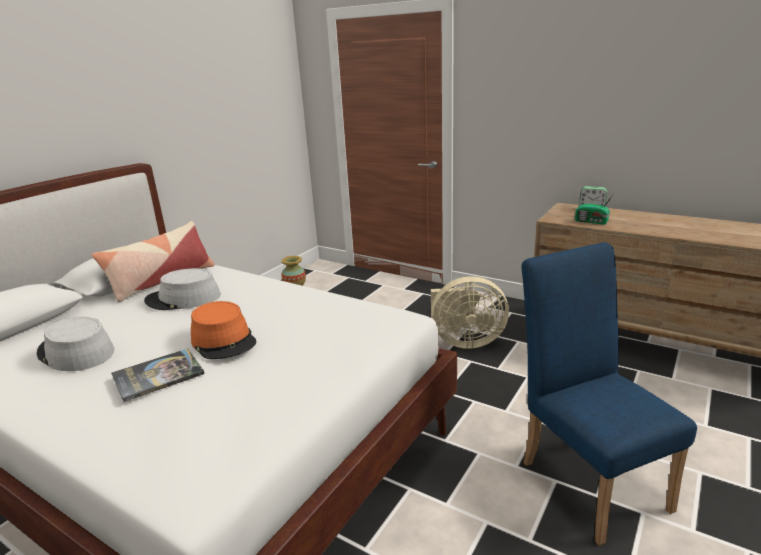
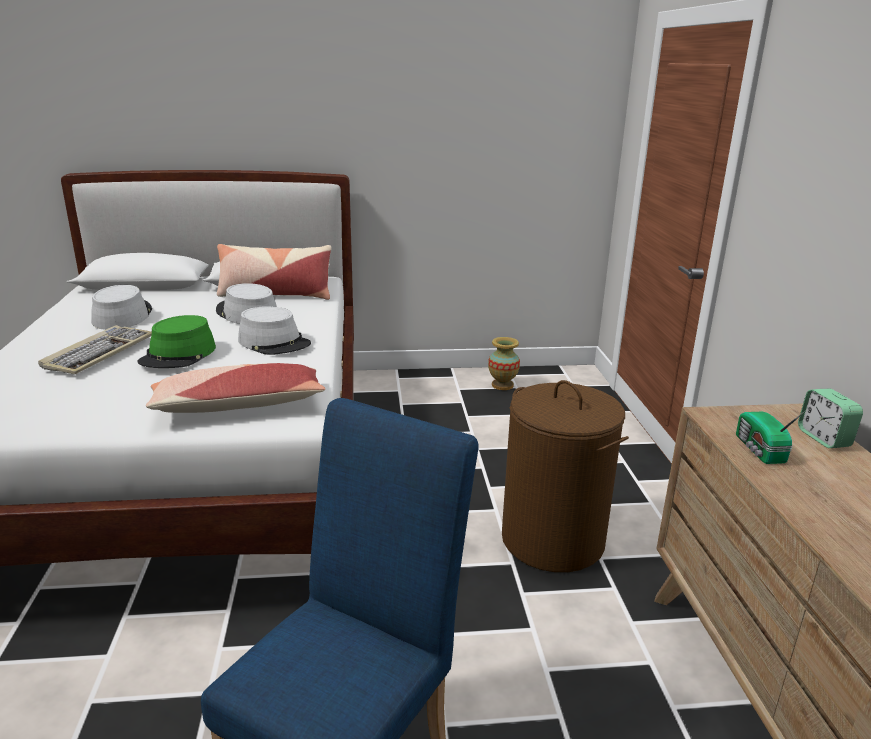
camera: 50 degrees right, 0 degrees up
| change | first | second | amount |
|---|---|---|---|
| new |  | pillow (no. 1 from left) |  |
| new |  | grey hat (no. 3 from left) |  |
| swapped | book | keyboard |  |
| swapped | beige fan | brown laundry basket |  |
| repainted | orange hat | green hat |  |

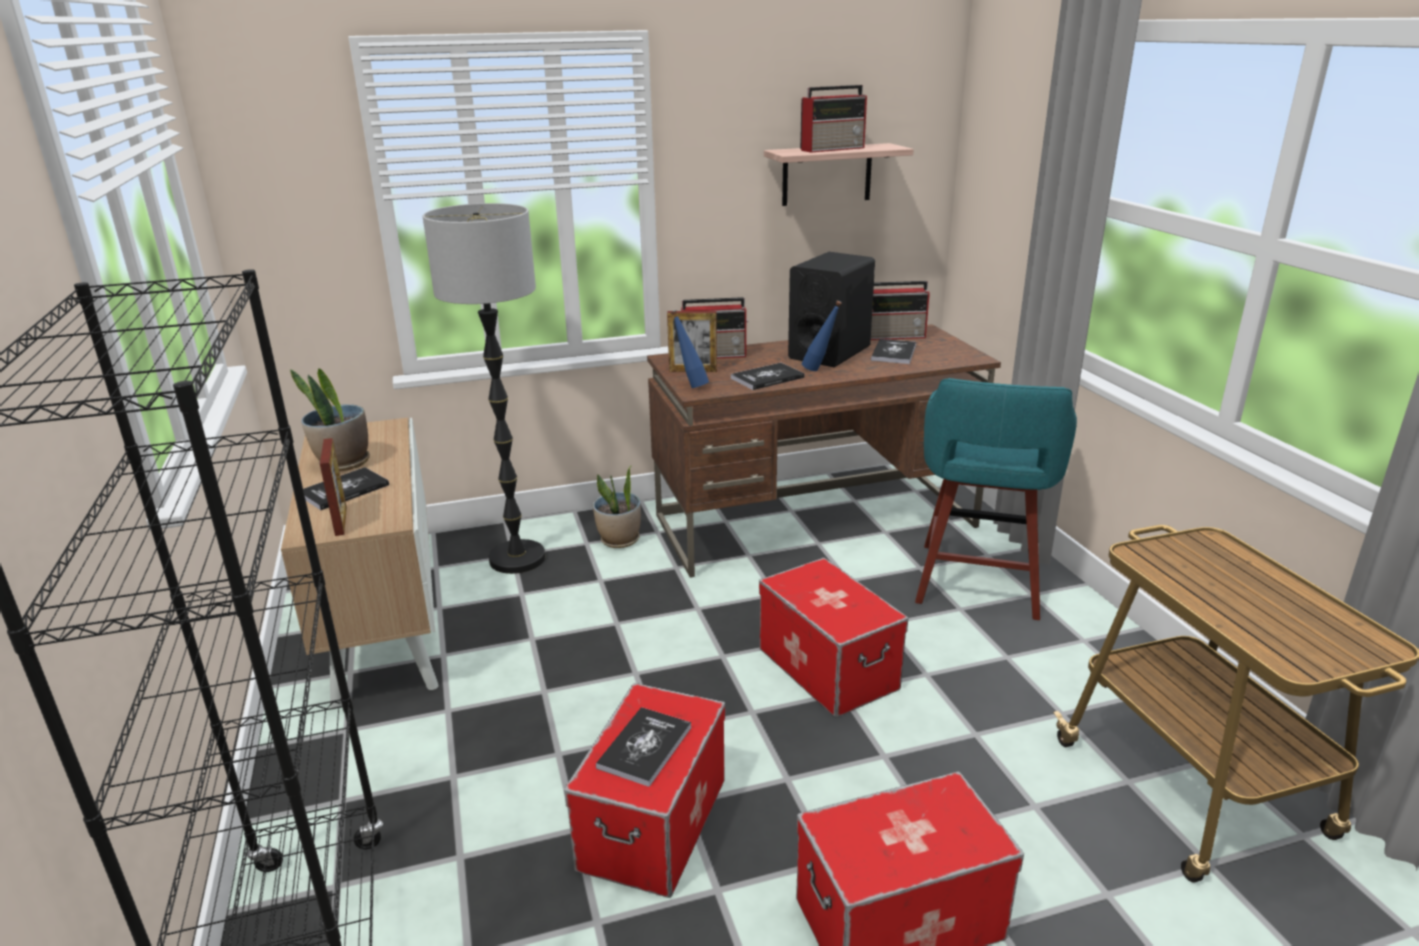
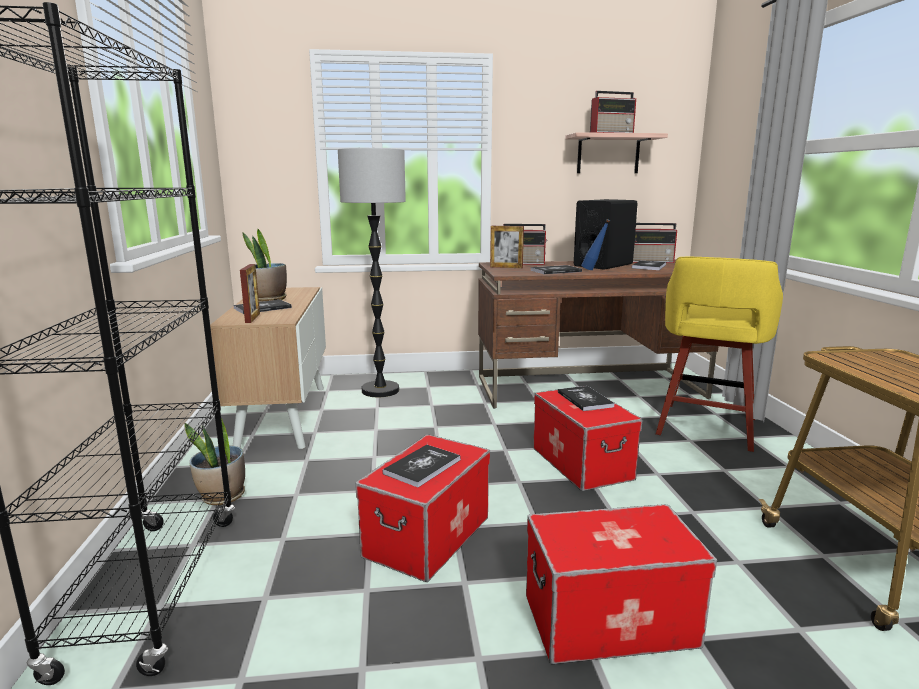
camera: 10 degrees right, 10 degrees down
| change | first | second | amount |
|---|---|---|---|
| gone | blue bottle (no. 1 from left) |  |  |
| new |  | book (no. 4 from left) |  |
| shifted | potted plant (no. 2 from left in the first image) | potted plant (no. 1 from left) |  |
| repainted | turquoise stool | yellow stool |  |

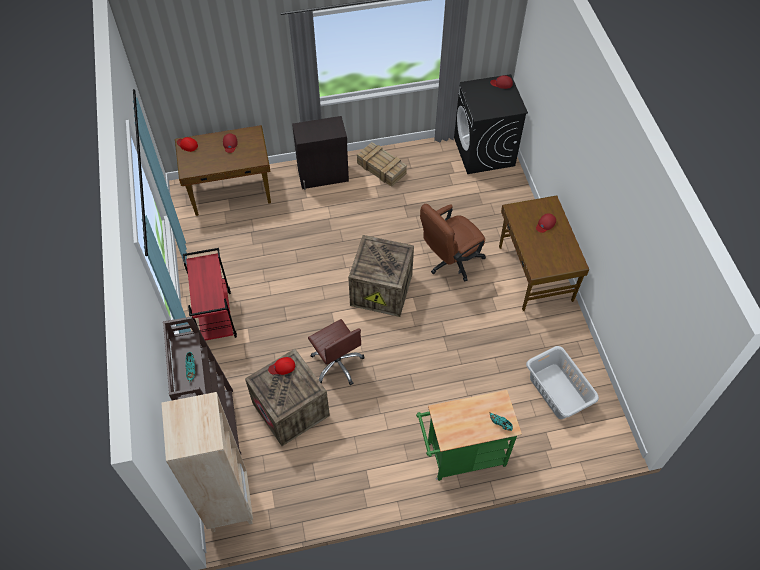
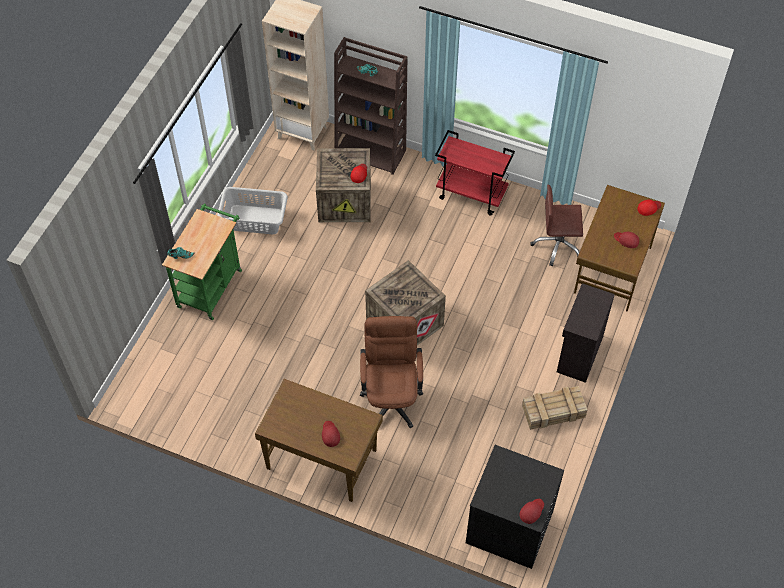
camera: 125 degrees right, 0 degrees up
| change | first | second | amount |
|---|---|---|---|
| shifted | brown office chair (no. 1 from left in the first image) | brown office chair (no. 2 from left) |  |
| shifted | grey laundry basket |  |  |

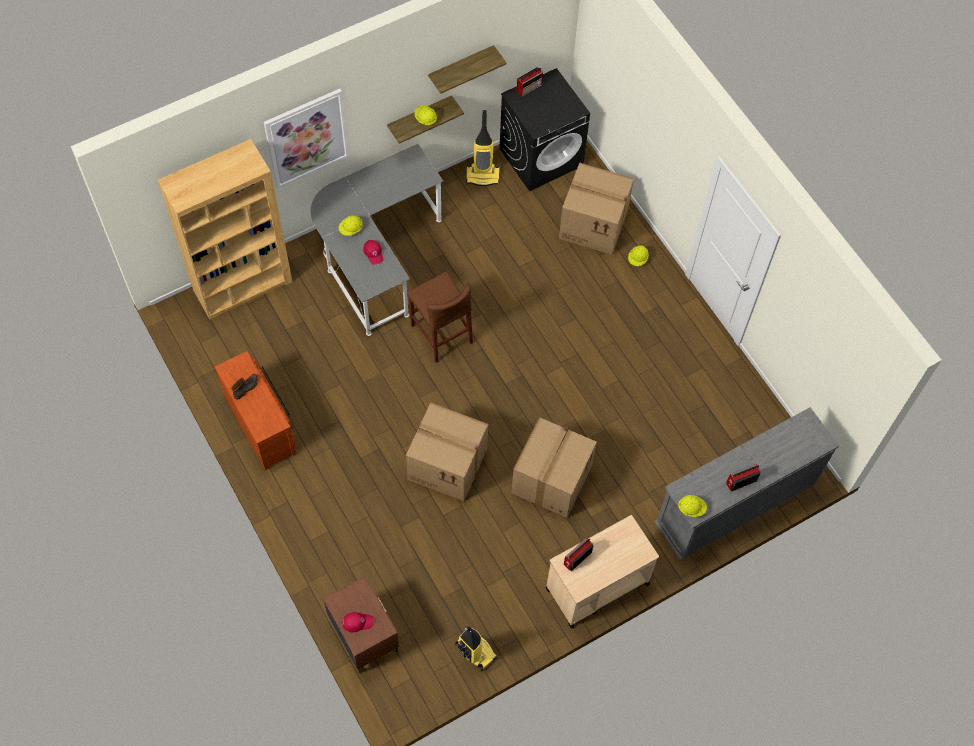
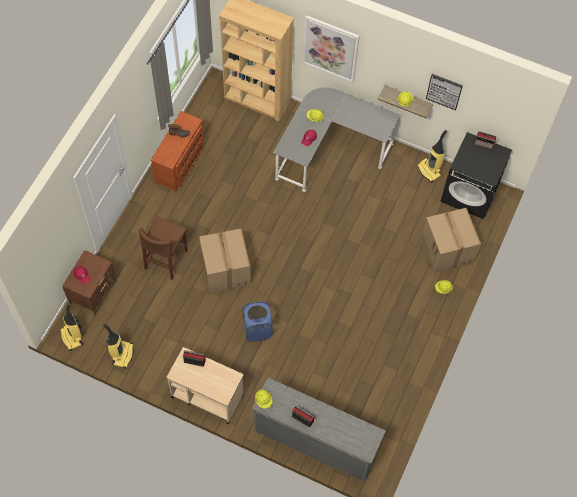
camera: 55 degrees right, 0 degrees up
| change | first | second | amount |
|---|---|---|---|
| new |  | vacuum cleaner (no. 1 from left) |  |
| shifted | brown stool |  |  |
| swapped | shelf (no. 2 from left) | picture (no. 2 from left) |  |
| swapped | cardboard box (no. 2 from left) | blue laundry basket |  |

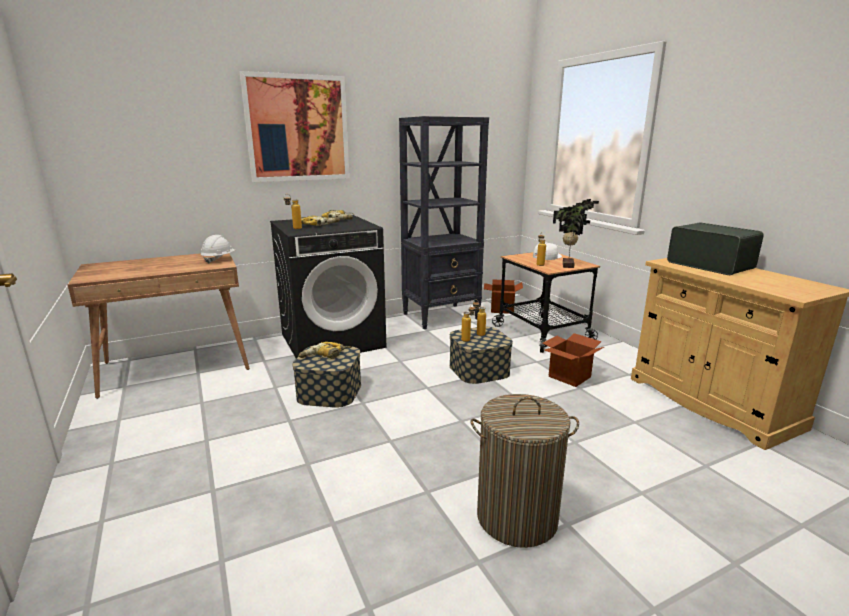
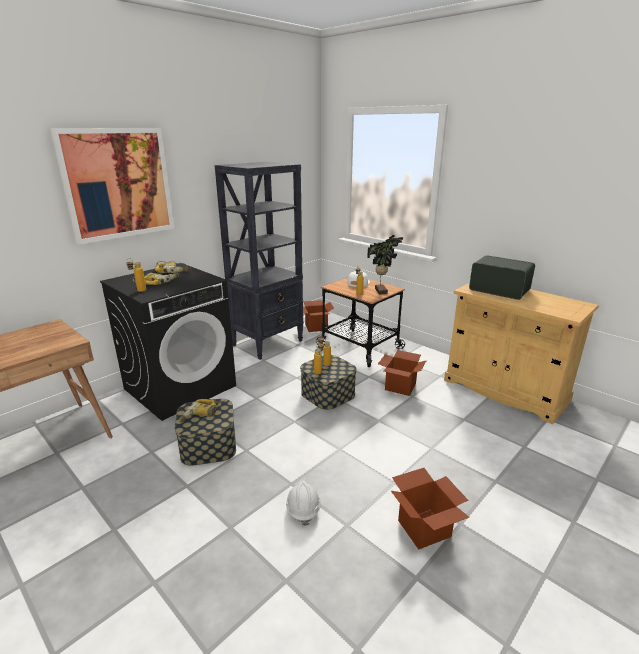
camera: 20 degrees left, 5 degrees up
| change | first | second | amount |
|---|---|---|---|
| shifted | white hard hat |  |  |
| swapped | laundry basket | cardboard box (no. 3 from left) |  |

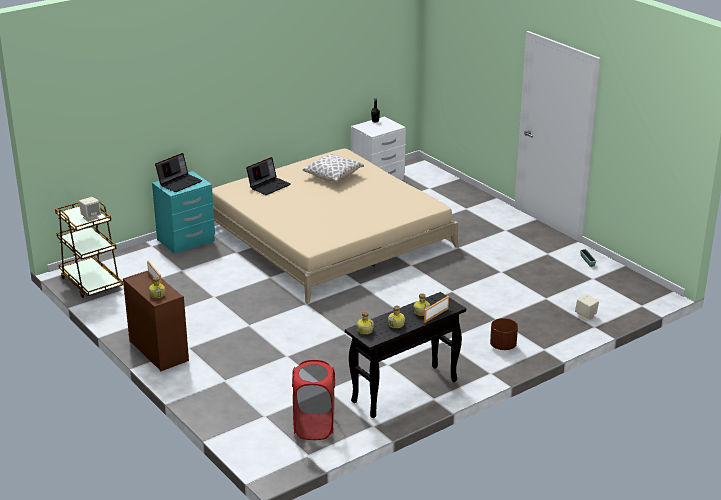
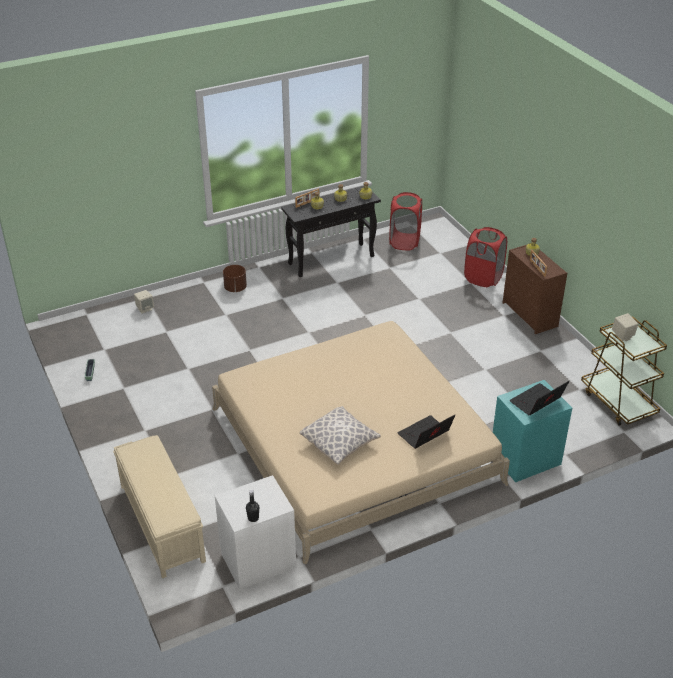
camera: 170 degrees left, 10 degrees up
| change | first | second | amount |
|---|---|---|---|
| new |  | beige bench |  |
| new |  | red laundry basket (no. 2 from left) |  |

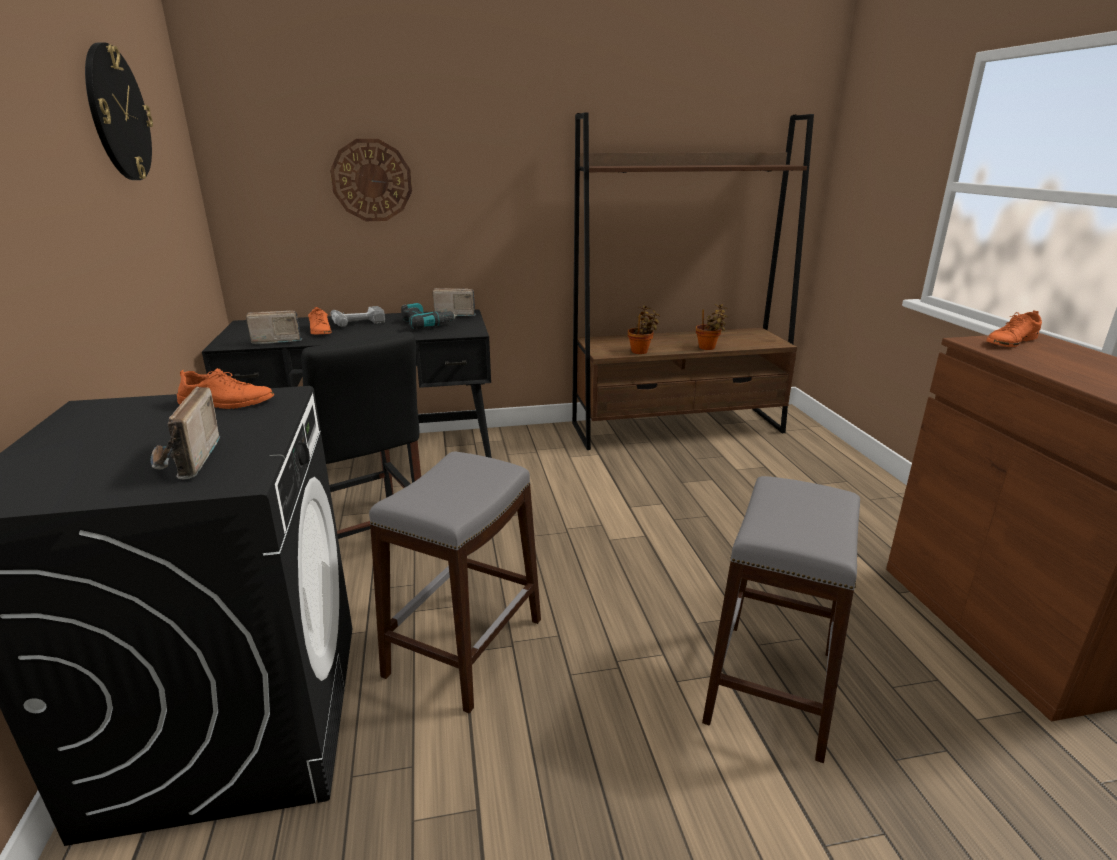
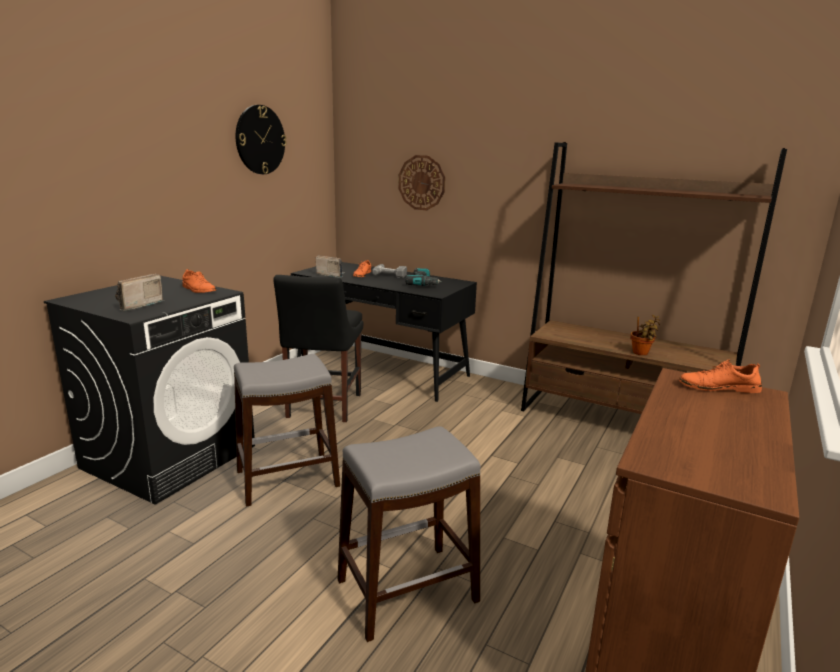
camera: 40 degrees right, 5 degrees down
| change | first | second | amount |
|---|---|---|---|
| gone | radio (no. 3 from left) |  |  |
| gone | potted plant (no. 1 from left) |  |  |

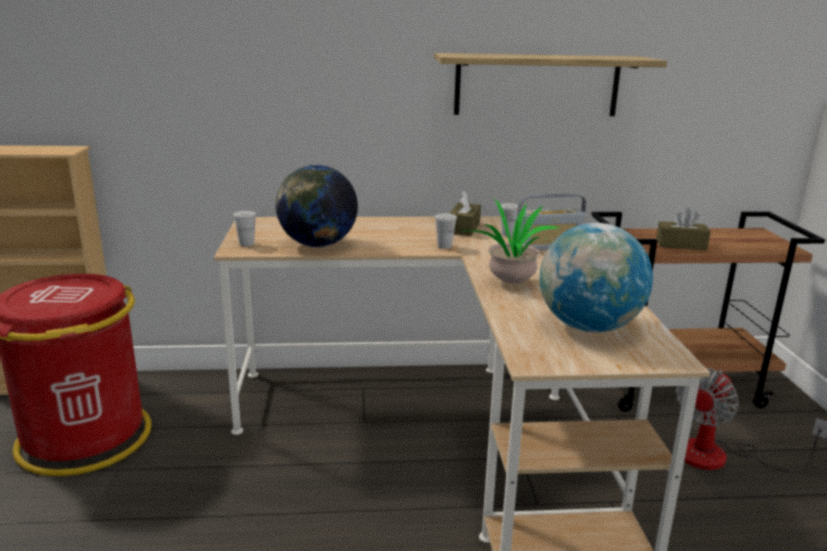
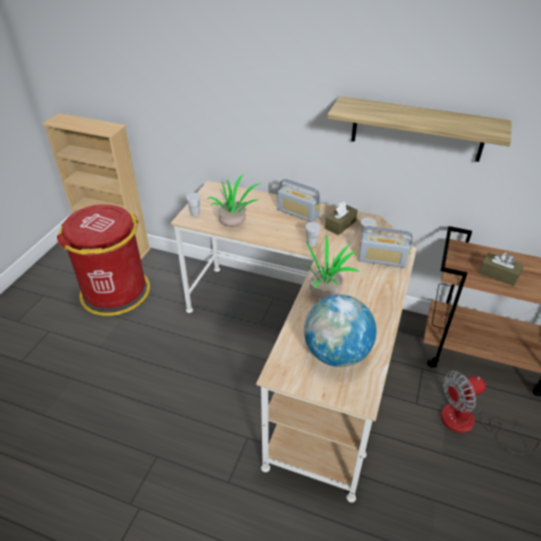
camera: 25 degrees right, 20 degrees up
| change | first | second | amount |
|---|---|---|---|
| new |  | radio (no. 1 from left) |  |
| swapped | globe (no. 1 from left) | potted plant (no. 1 from left) |  |

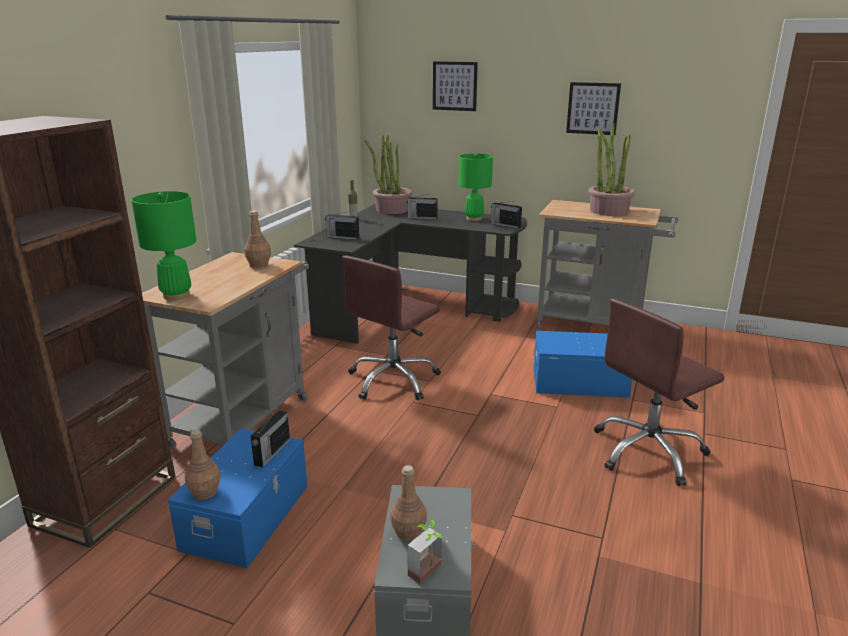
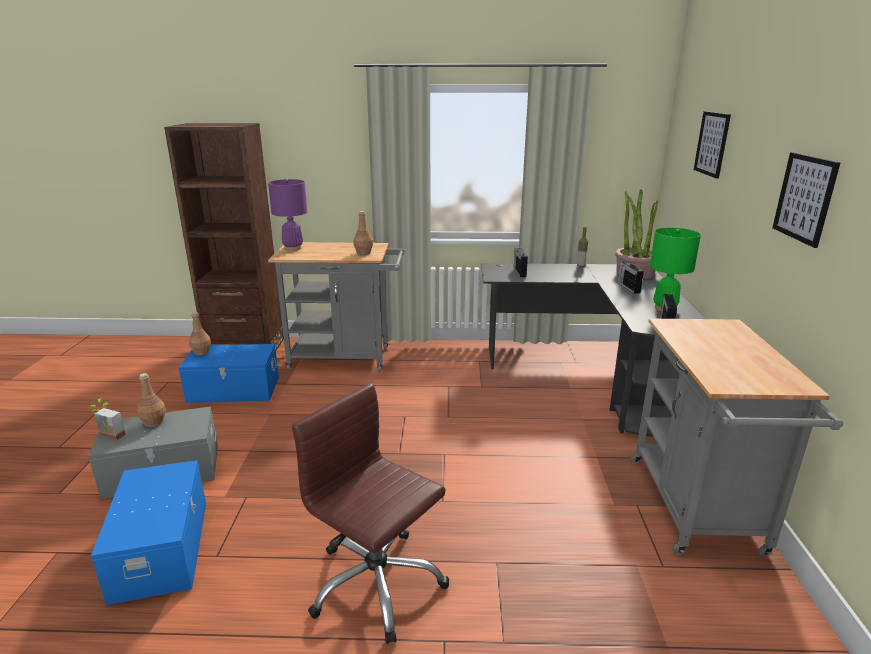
camera: 70 degrees right, 0 degrees up
| change | first | second | amount |
|---|---|---|---|
| gone | radio (no. 1 from left) |  |  |
| gone | brown office chair (no. 1 from left) |  |  |
| gone | potted plant (no. 3 from left) |  |  |
| shifted | blue storage box (no. 2 from left in the first image) | blue storage box (no. 1 from left) |  |
| repainted | green table lamp (no. 1 from left) | purple table lamp |  |

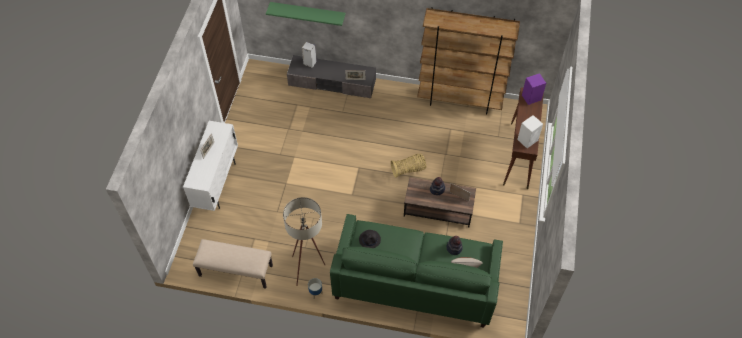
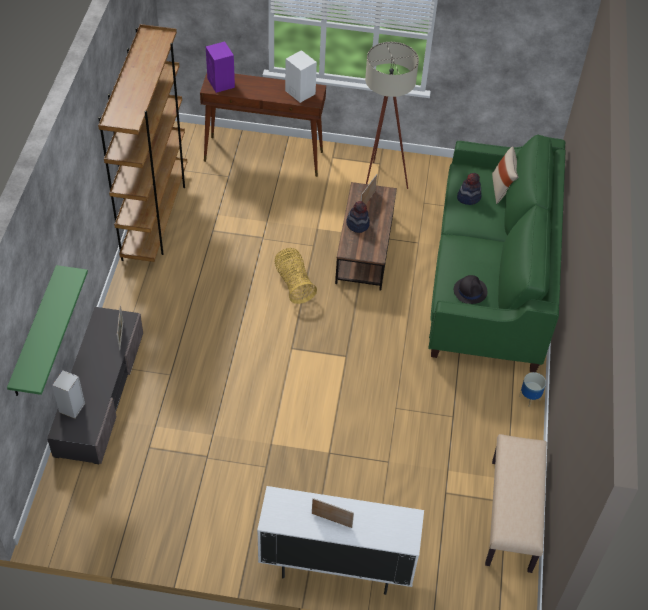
camera: 95 degrees left, 5 degrees down
| change | first | second | amount |
|---|---|---|---|
| shifted | beige floor lamp |  |  |

